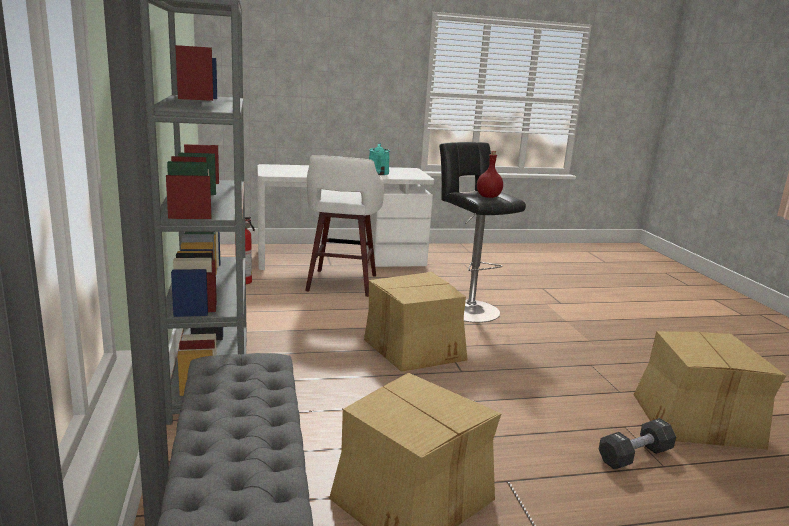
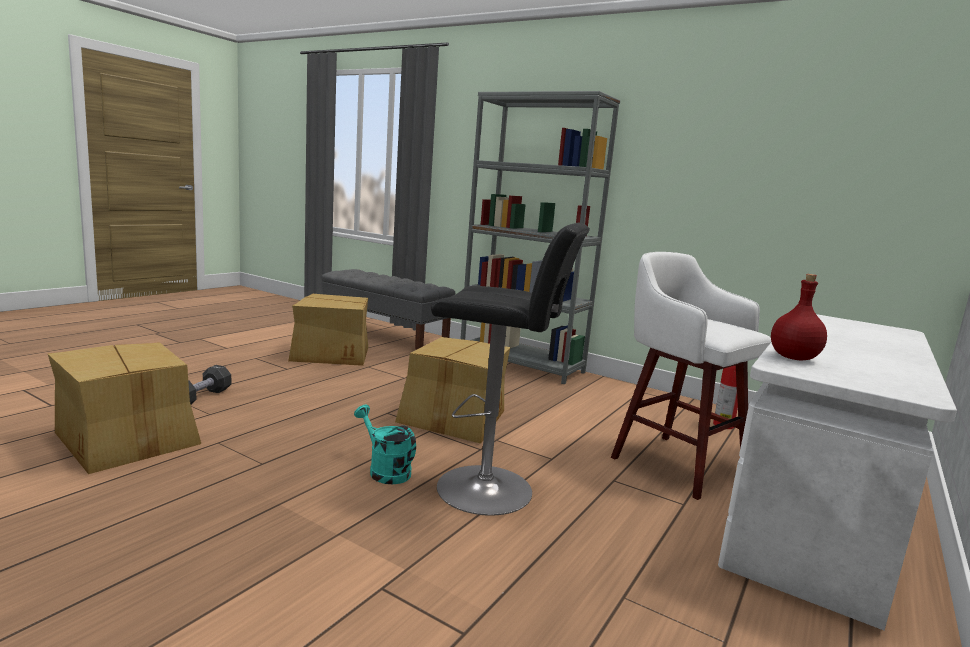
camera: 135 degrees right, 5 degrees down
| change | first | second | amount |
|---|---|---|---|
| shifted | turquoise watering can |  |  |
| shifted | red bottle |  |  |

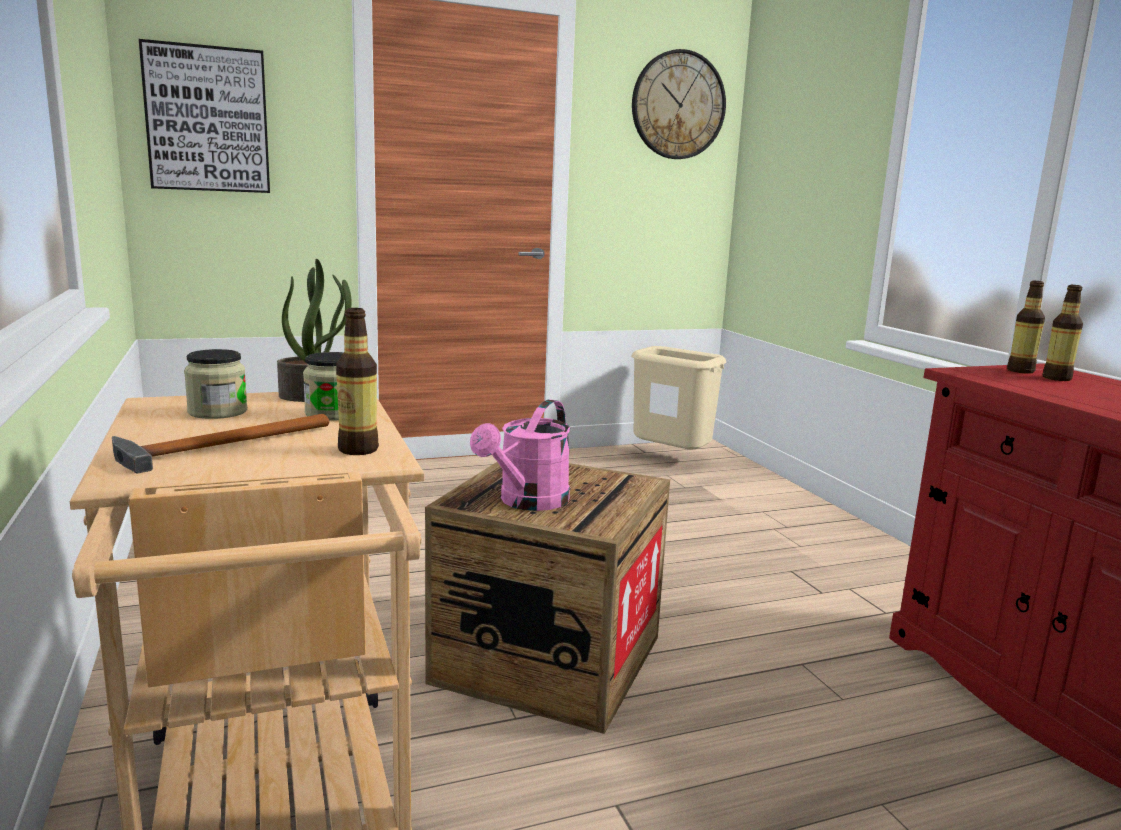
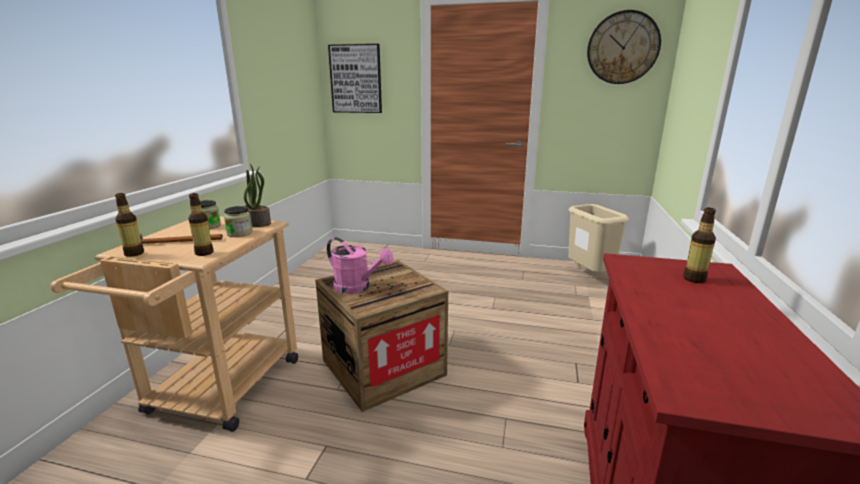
camera: 35 degrees right, 5 degrees up
| change | first | second | amount |
|---|---|---|---|
| shifted | bottle (no. 2 from left in the first image) | bottle (no. 1 from left) |  |
| rotated | pink watering can |  | 120 degrees counterclockwise |

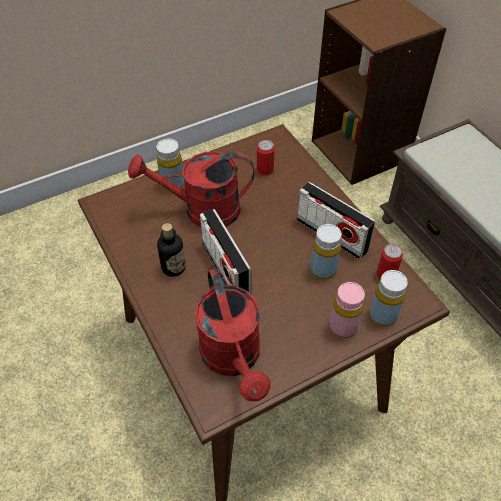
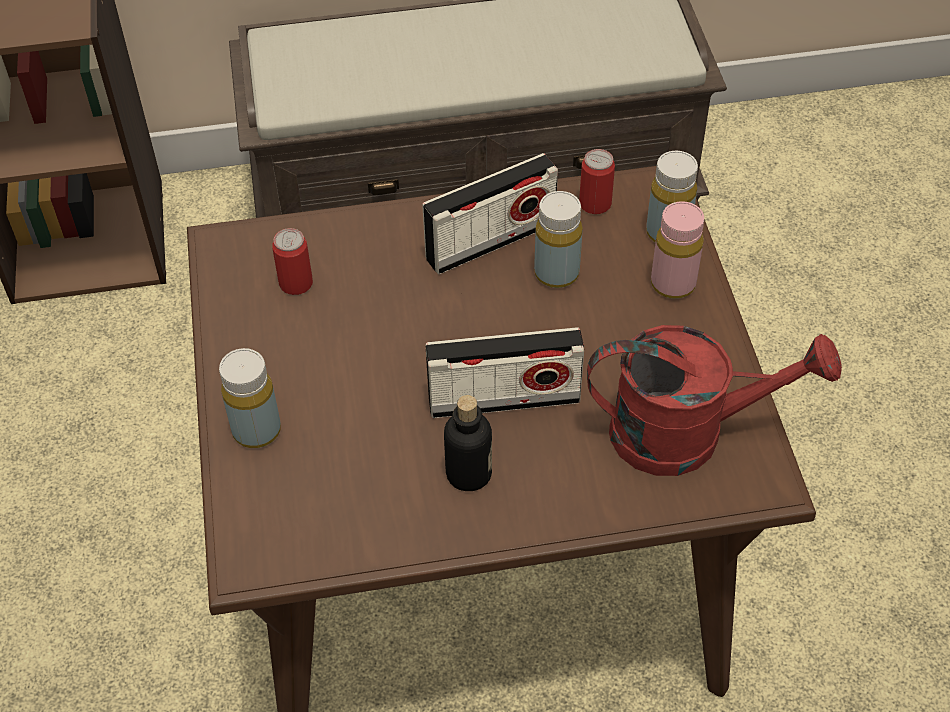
camera: 70 degrees left, 0 degrees up
| change | first | second | amount |
|---|---|---|---|
| gone | red watering can (no. 1 from left) |  |  |

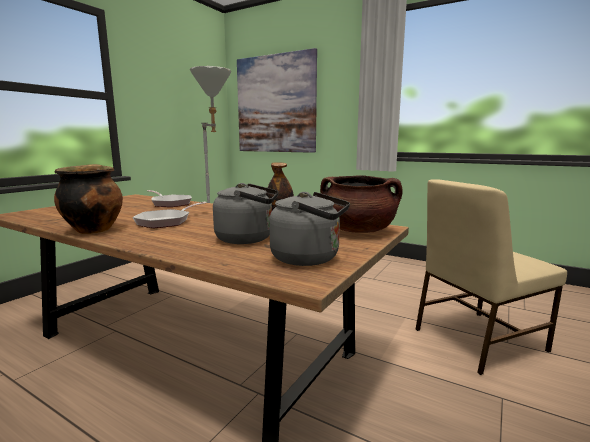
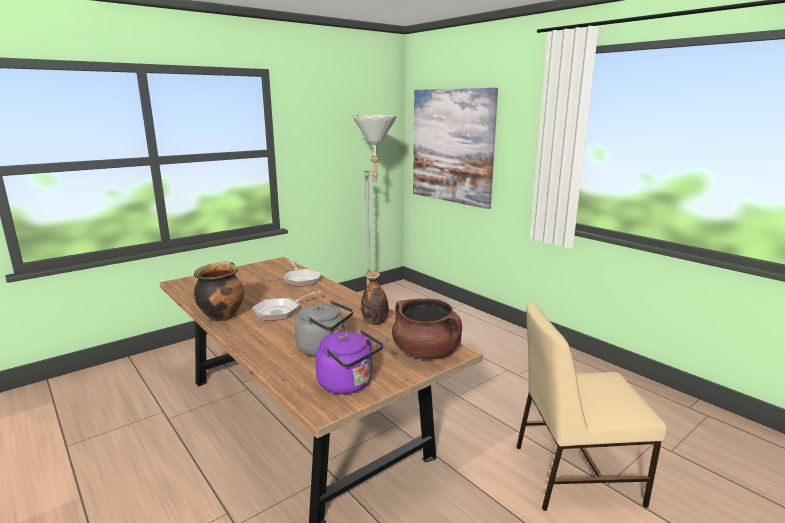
camera: 20 degrees right, 5 degrees up
| change | first | second | amount |
|---|---|---|---|
| repainted | grey kettle (no. 2 from left) | purple kettle |  |

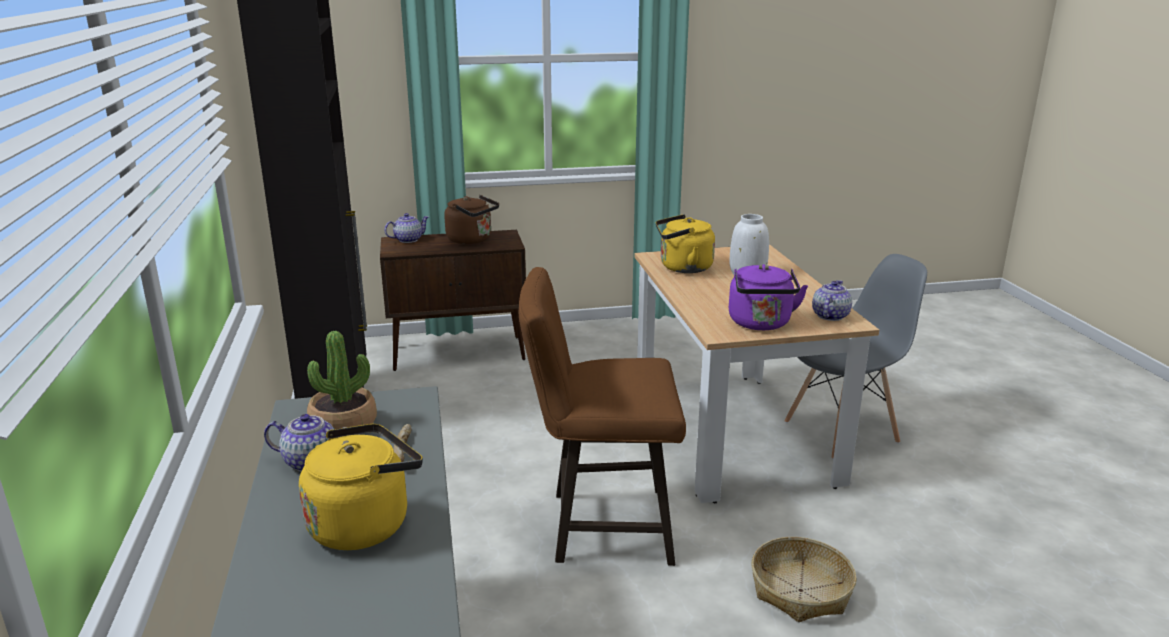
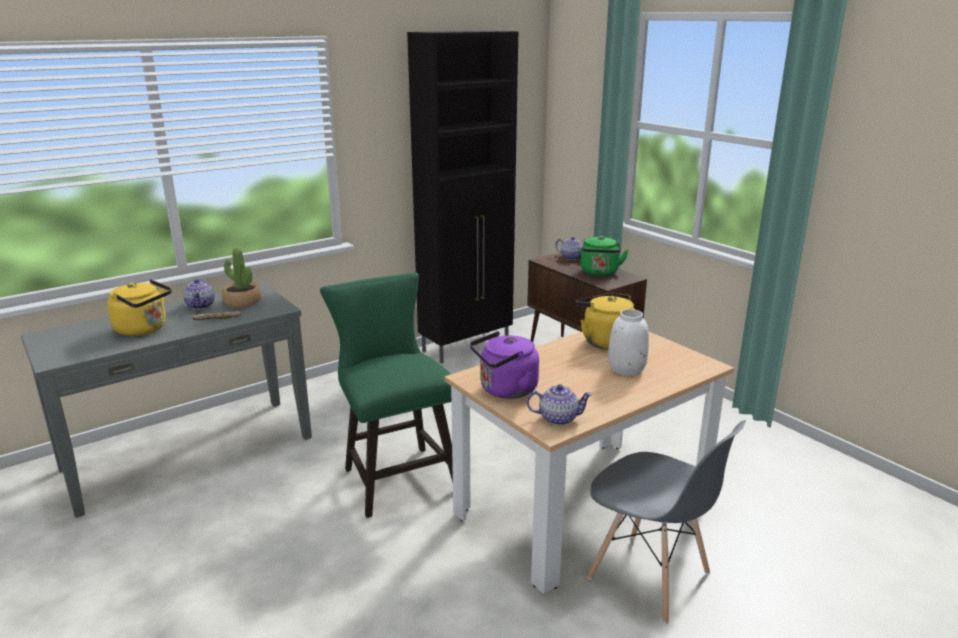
camera: 65 degrees right, 0 degrees up
| change | first | second | amount |
|---|---|---|---|
| gone | basket |  |  |
| repainted | brown kettle | green kettle |  |
| repainted | brown stool | green stool |  |

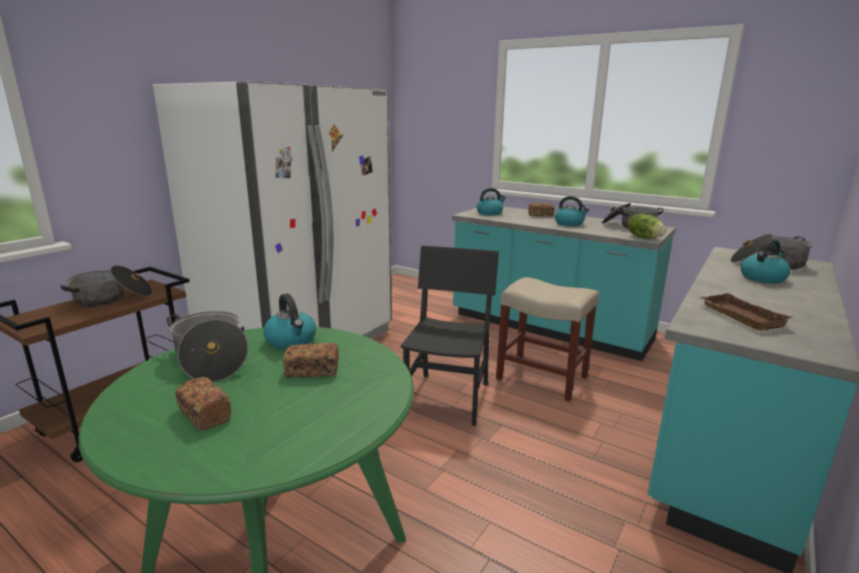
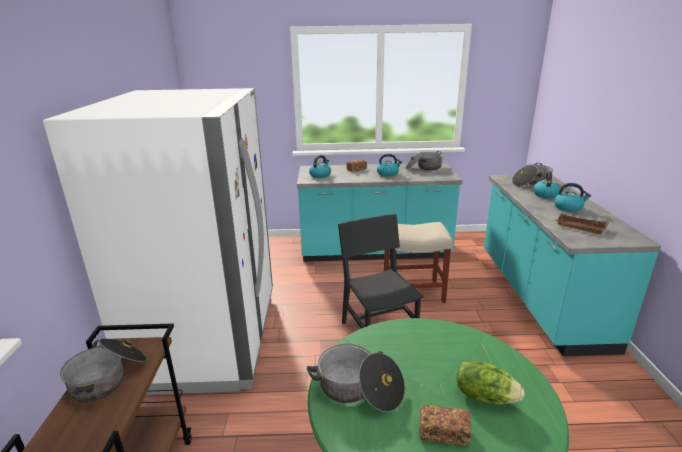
camera: 35 degrees left, 5 degrees up
| change | first | second | amount |
|---|---|---|---|
| gone | bread (no. 2 from left) |  |  |
| shifted | kettle (no. 1 from left in the first image) | kettle (no. 4 from left) |  |
| shifted | lettuce |  |  |

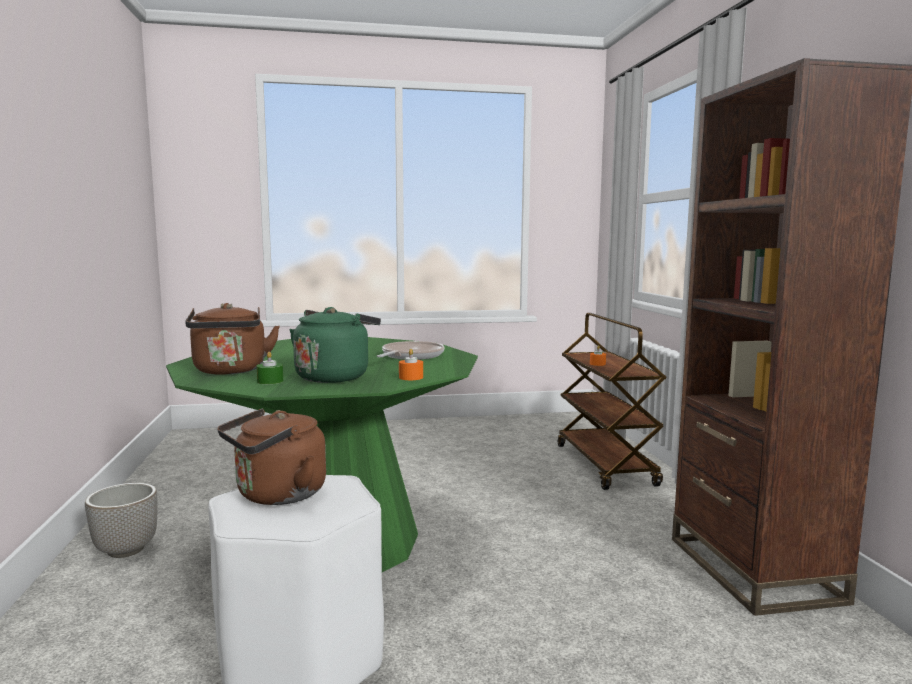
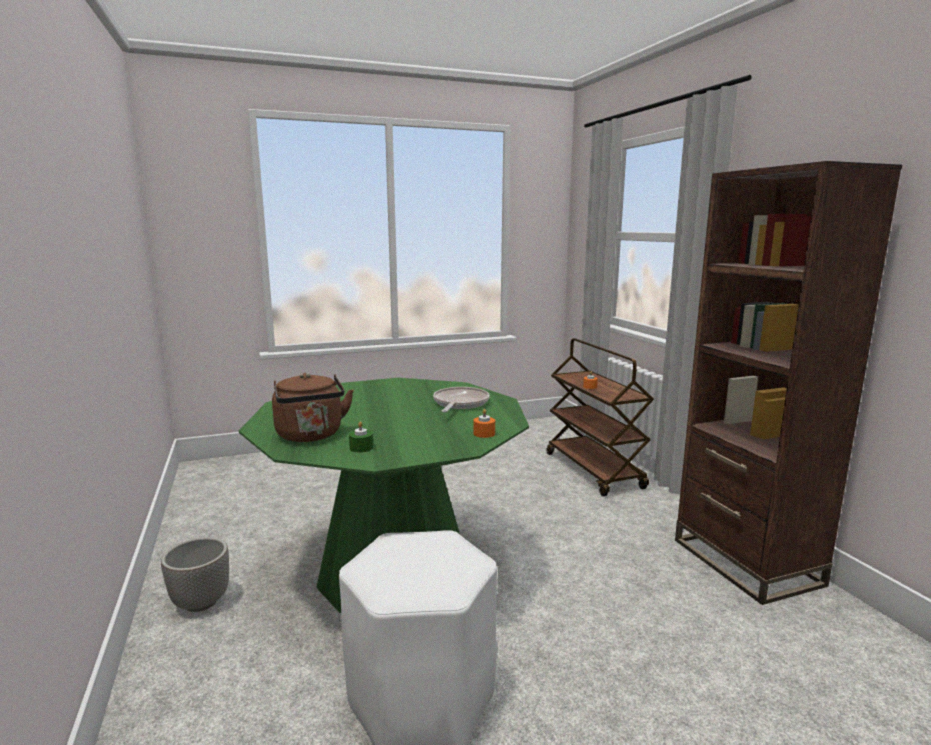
camera: 10 degrees left, 5 degrees up
| change | first | second | amount |
|---|---|---|---|
| gone | brown kettle (no. 2 from left) |  |  |
| gone | green kettle |  |  |

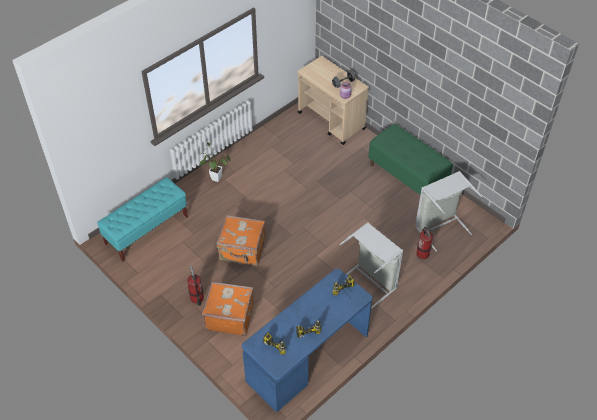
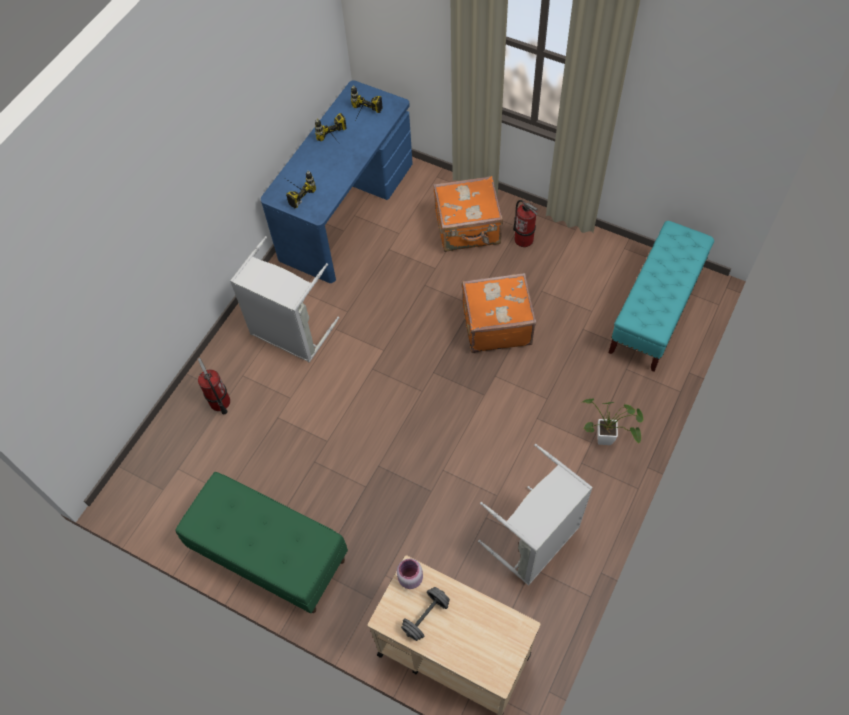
camera: 165 degrees right, 10 degrees up
| change | first | second | amount |
|---|---|---|---|
| shifted | grey laundry basket (no. 2 from left) |  |  |

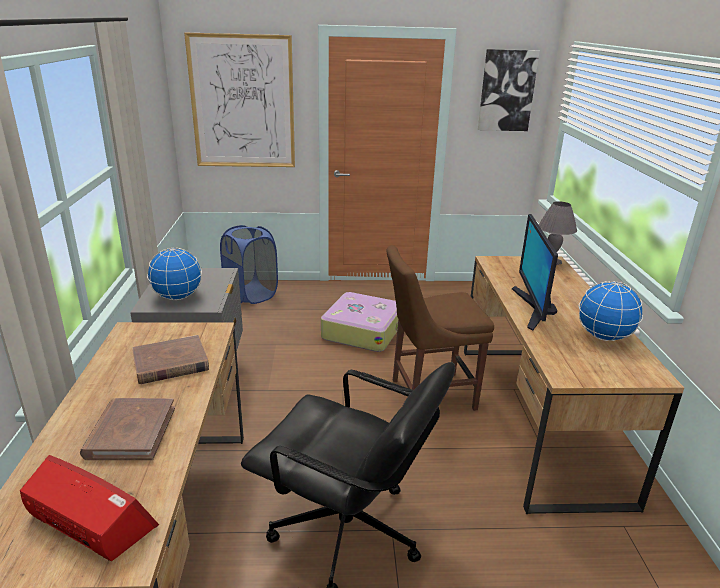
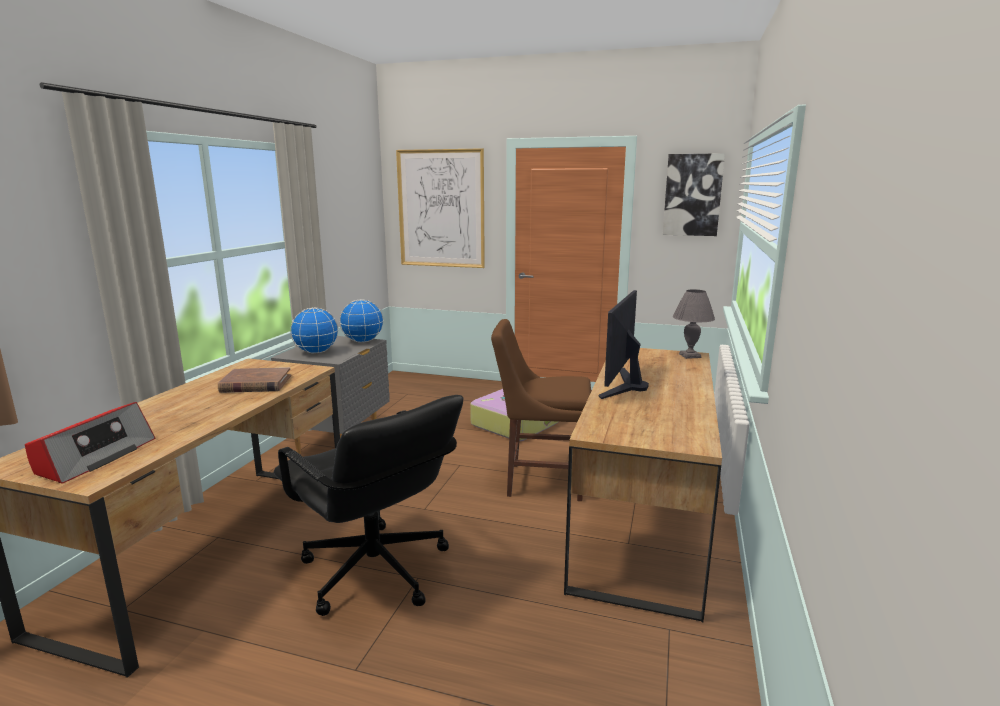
camera: 20 degrees right, 10 degrees down
| change | first | second | amount |
|---|---|---|---|
| gone | brown book (no. 1 from left) |  |  |
| gone | blue laundry basket |  |  |
| shifted | globe (no. 2 from left) |  |  |
| rotated | radio |  | 60 degrees clockwise |

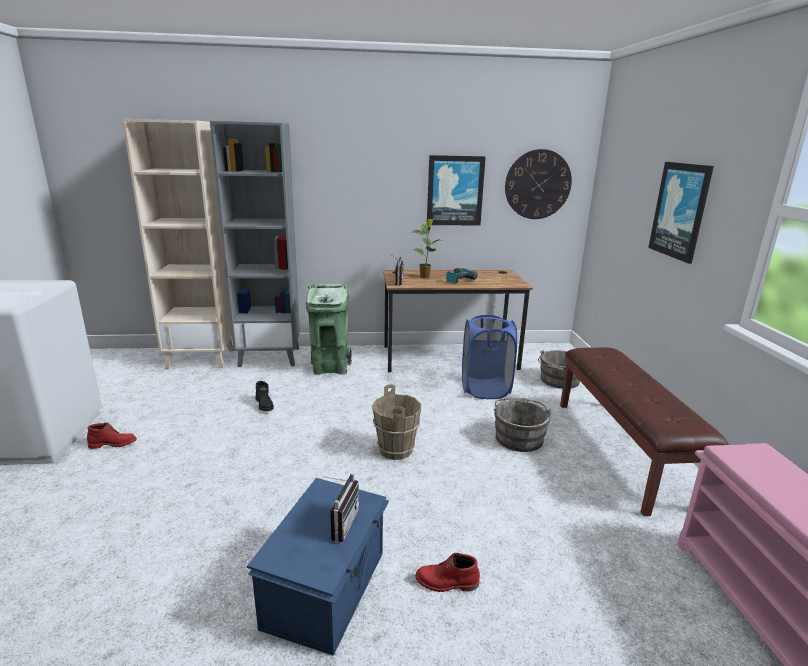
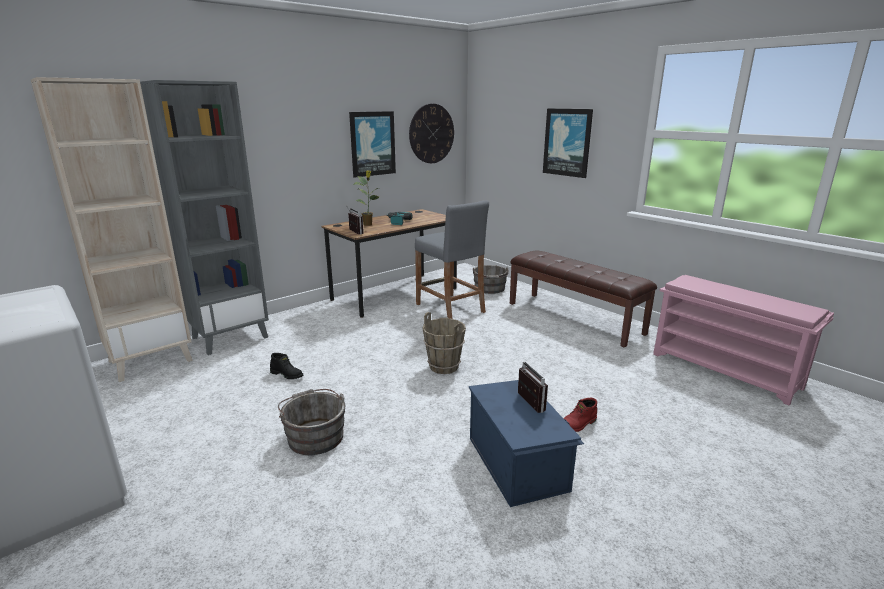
camera: 35 degrees left, 0 degrees up
| change | first | second | amount |
|---|---|---|---|
| gone | red boot (no. 1 from left) |  |  |
| gone | green trash can |  |  |
| shifted | grey bucket (no. 1 from left) |  |  |
| swapped | blue laundry basket | grey stool |  |

